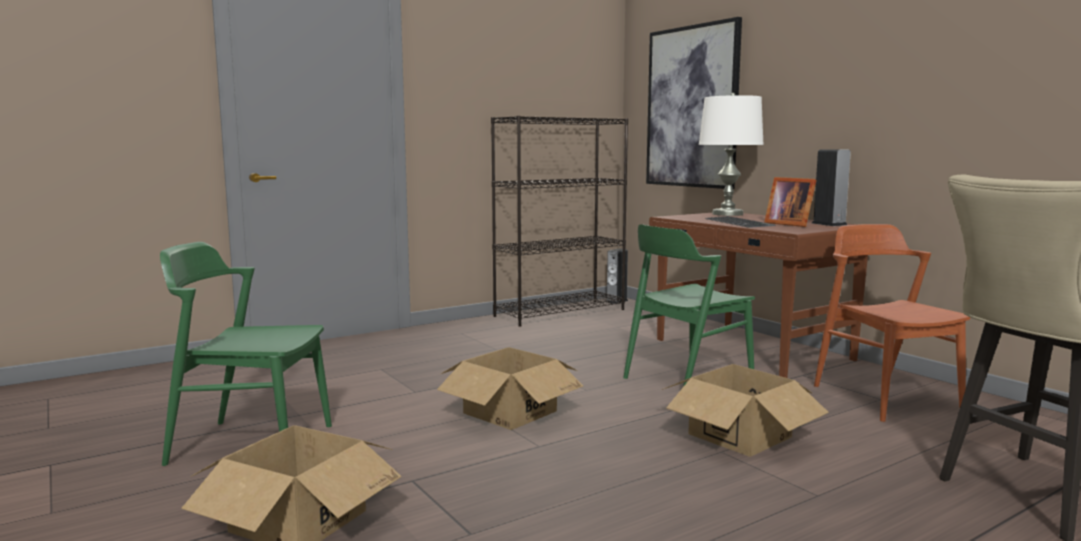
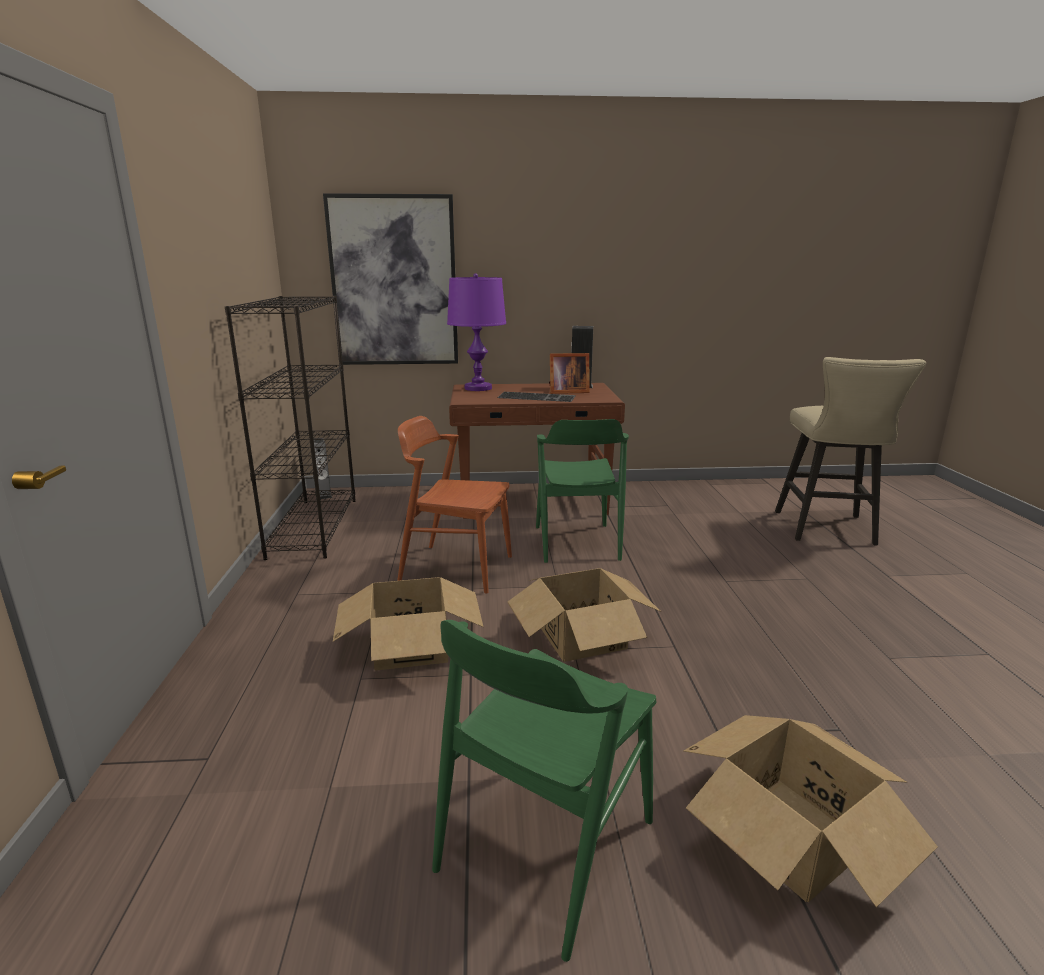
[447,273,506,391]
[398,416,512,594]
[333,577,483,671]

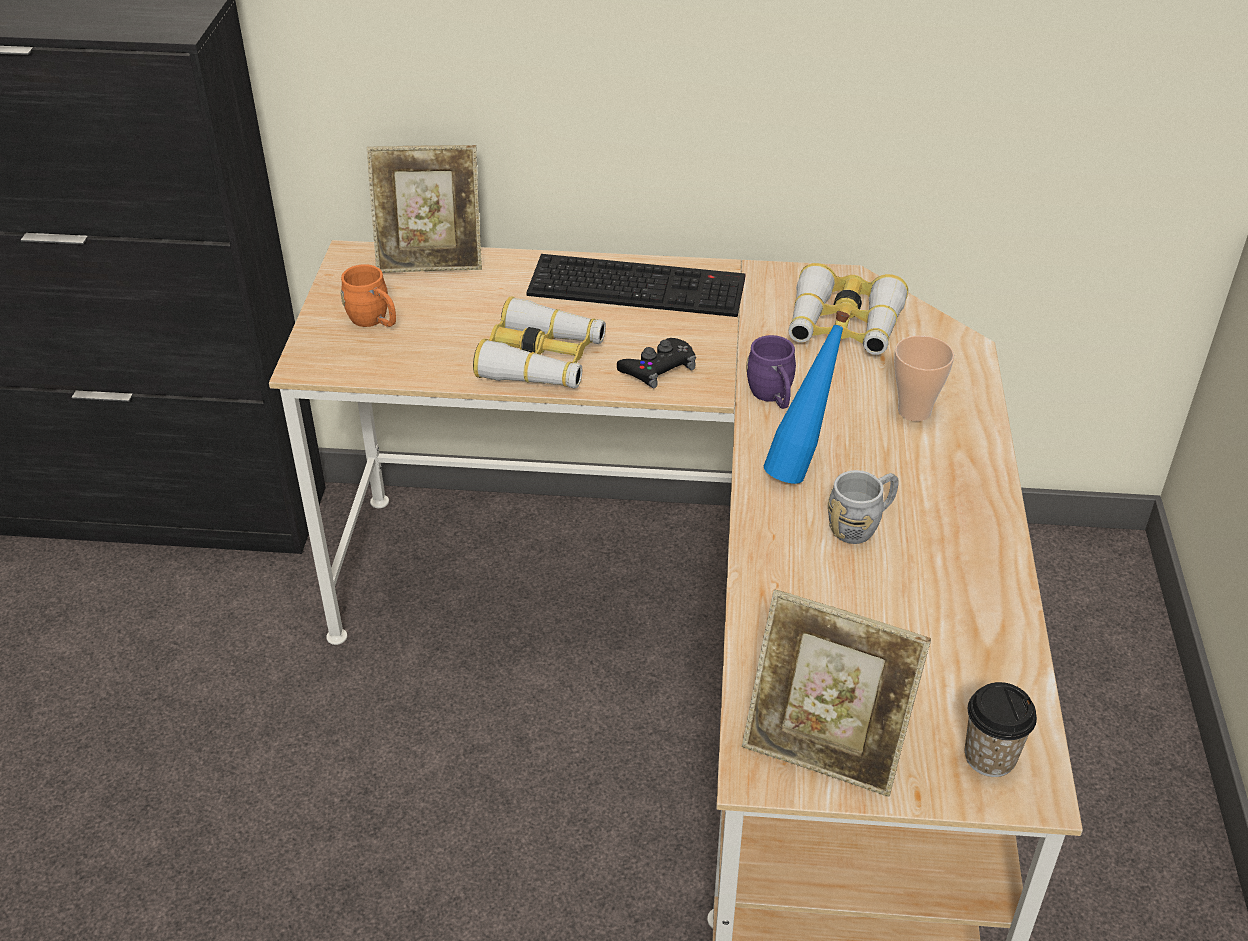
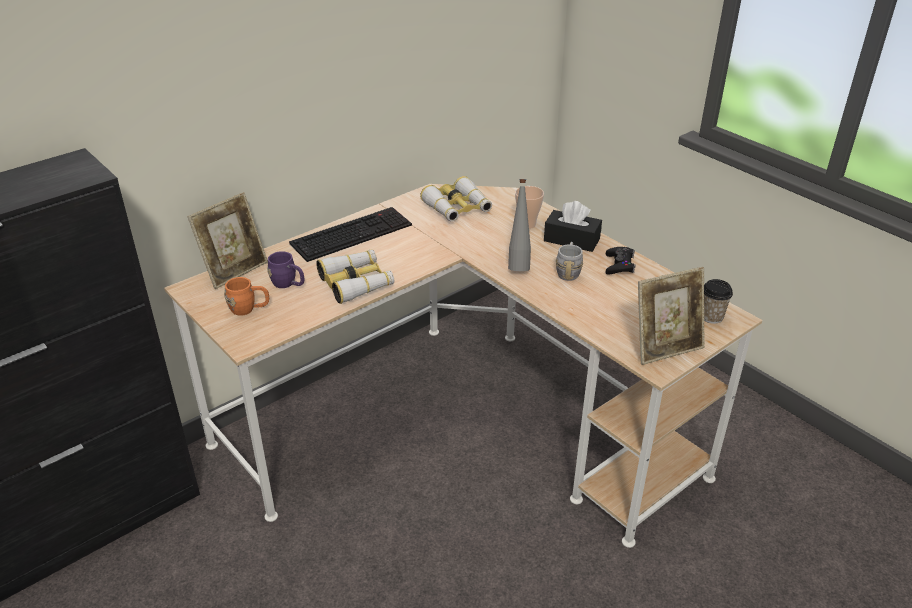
[508,179,531,271]
[267,251,304,288]
[606,247,636,275]
[544,201,602,252]

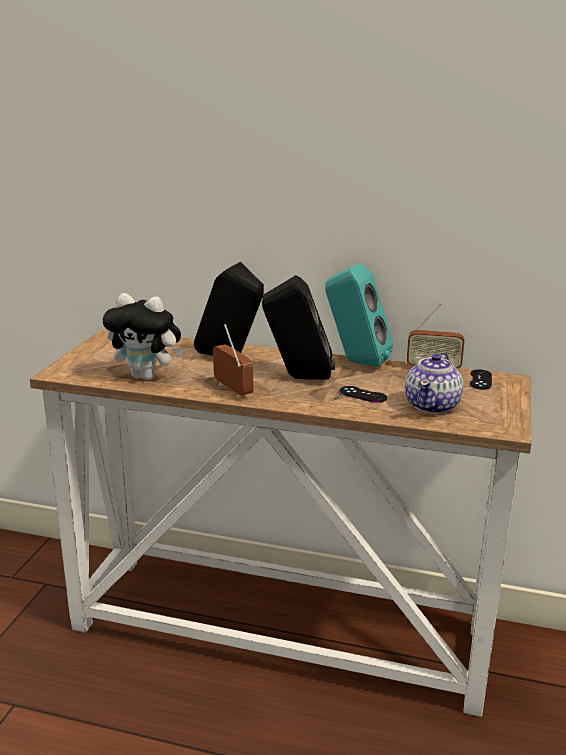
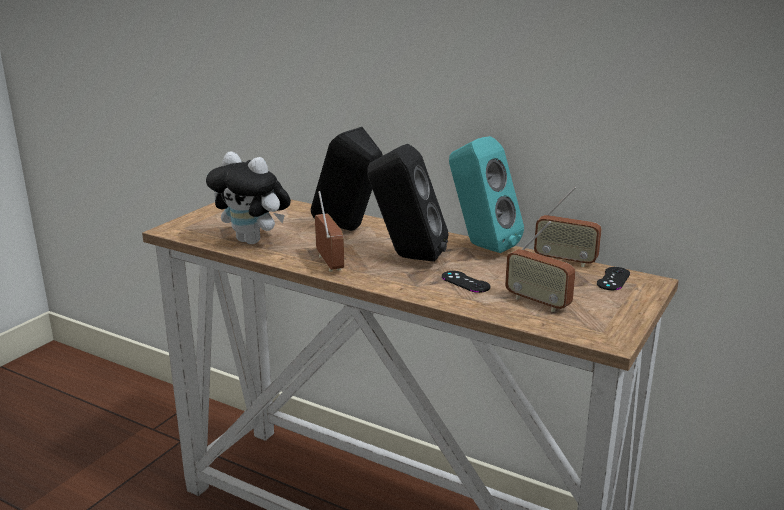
[505,221,576,312]

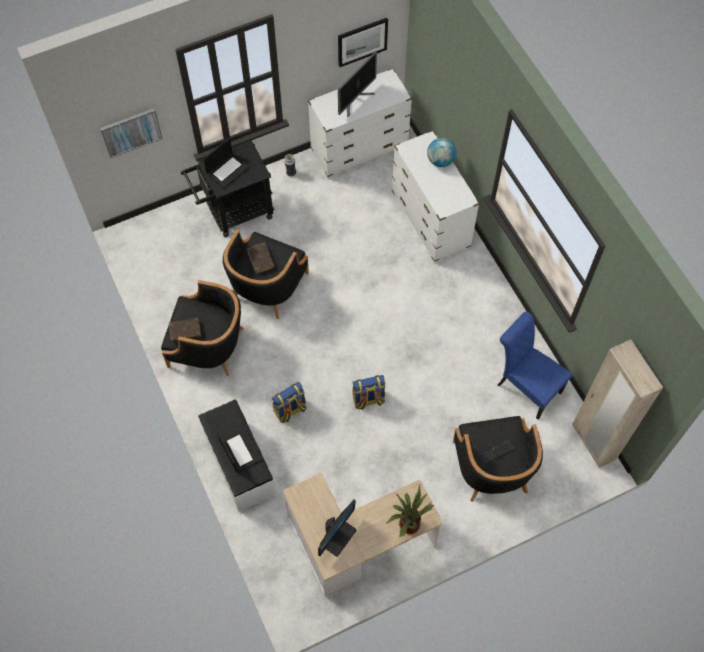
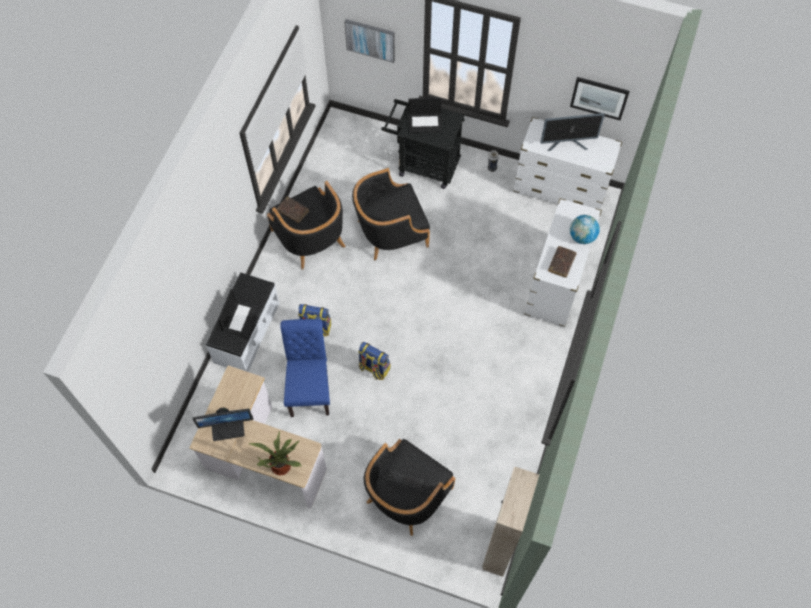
[548,246,577,278]
[280,319,330,417]

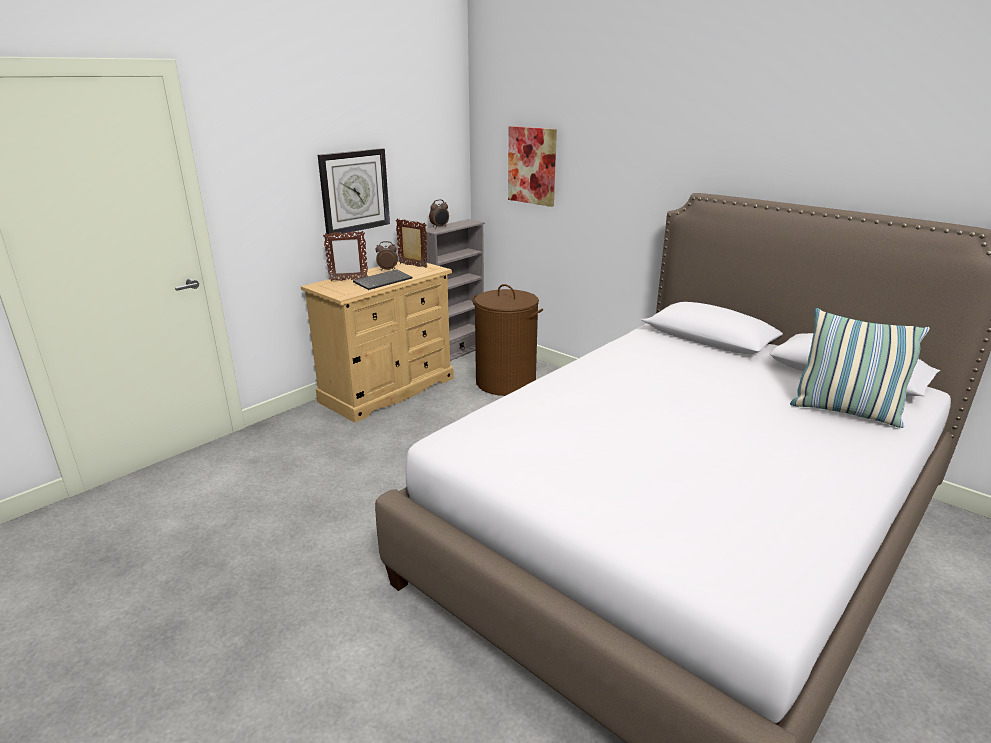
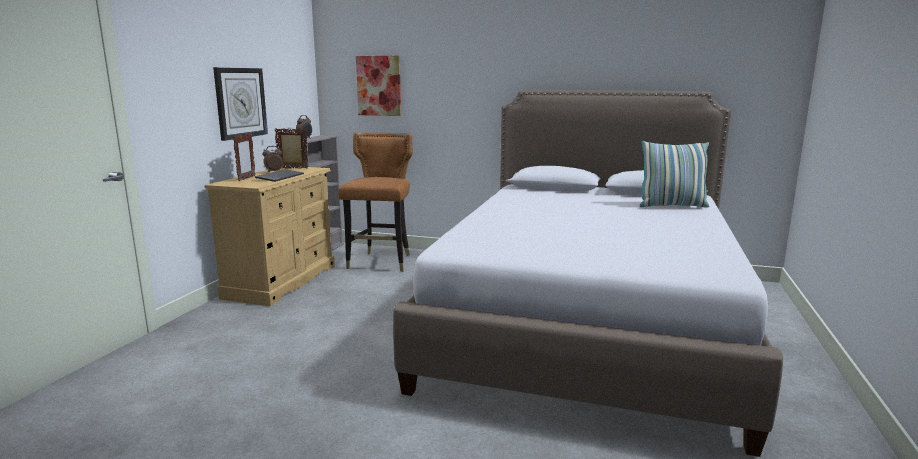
[233,133,256,181]
[338,132,413,272]

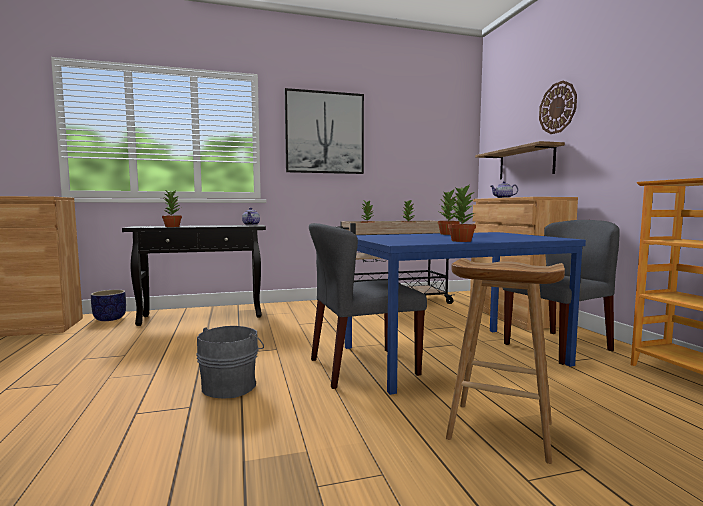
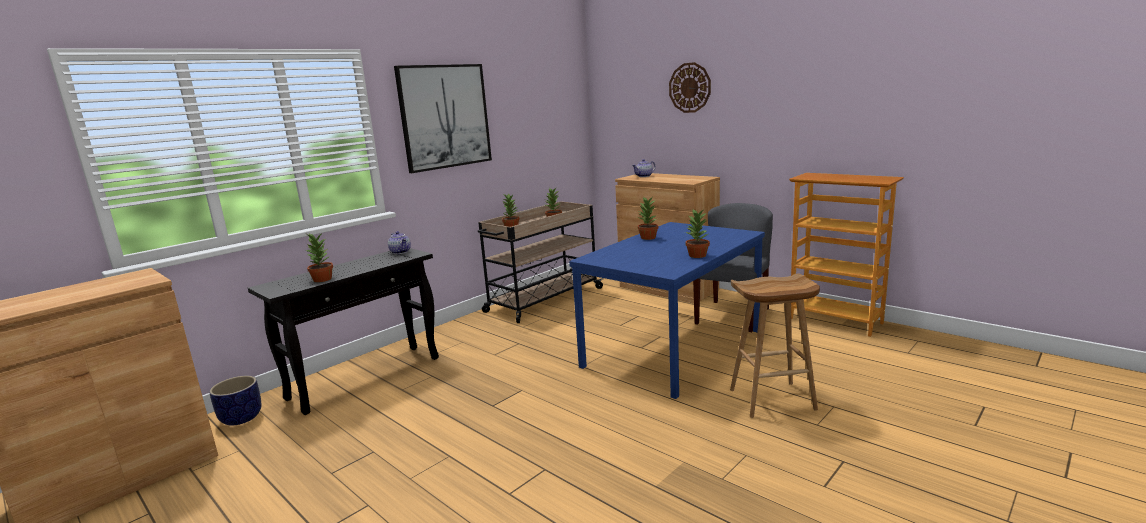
[475,141,565,179] (first image)
[309,223,427,389] (first image)
[196,326,264,399] (first image)

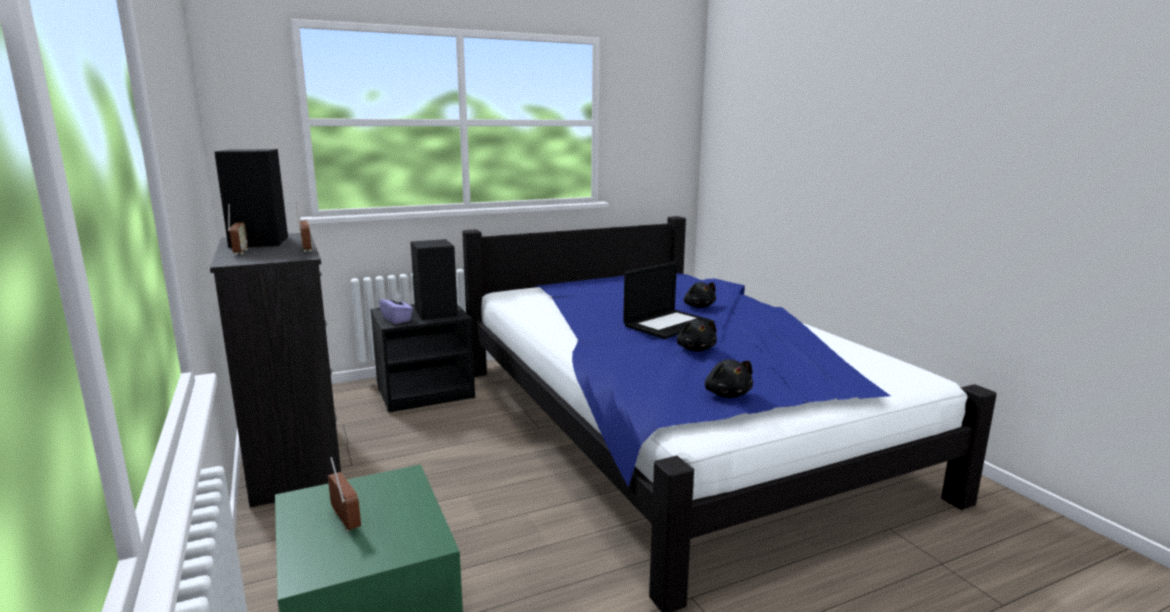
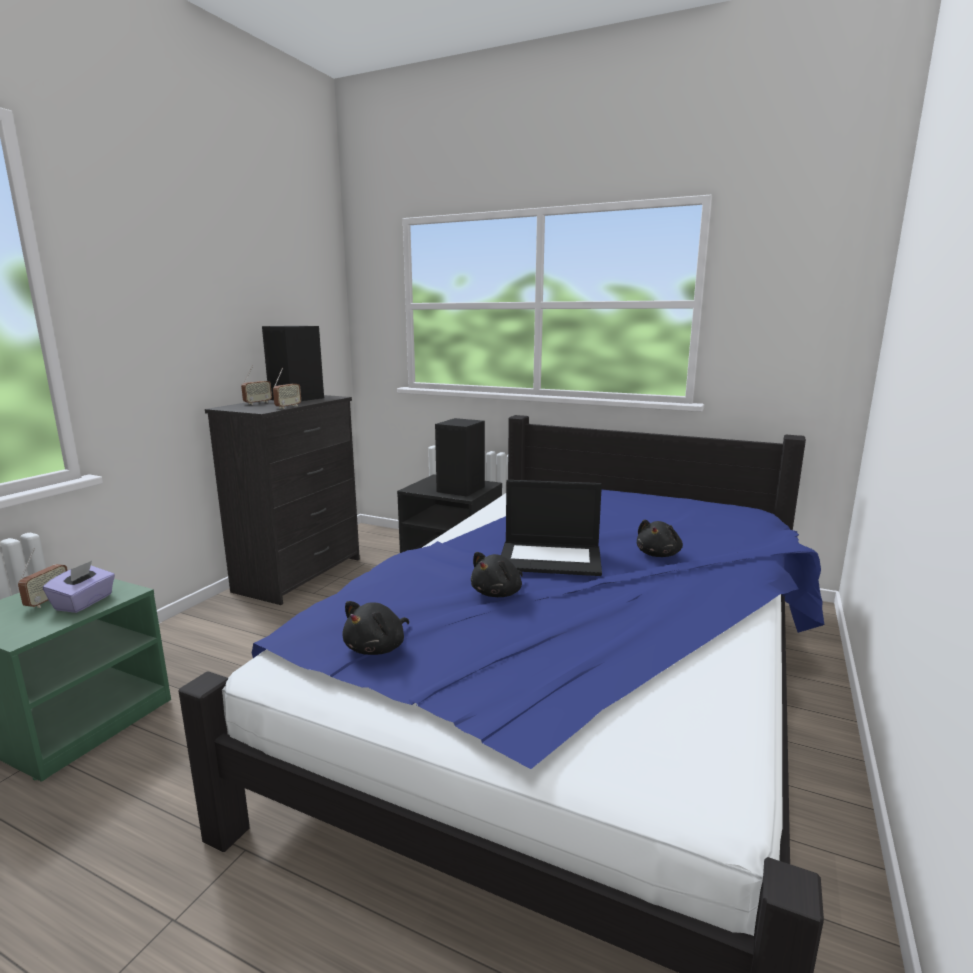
[43,561,115,613]

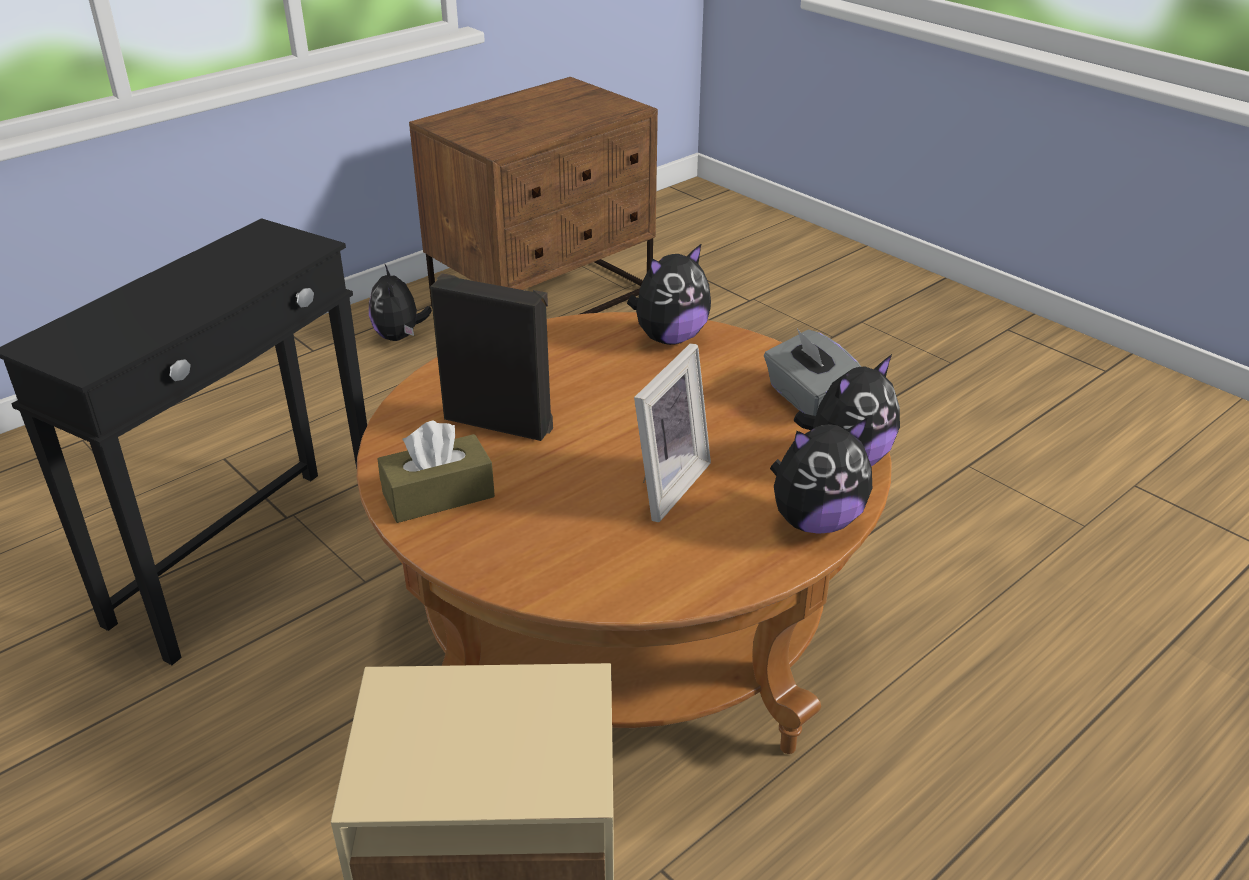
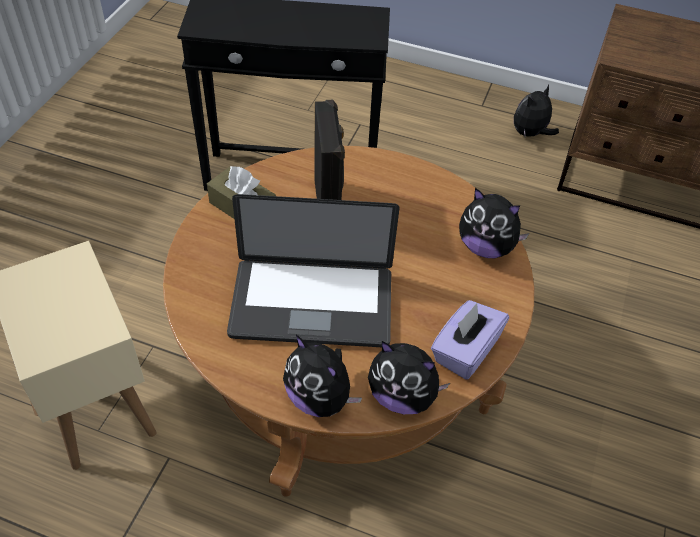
[431,300,509,380]
[227,194,399,347]

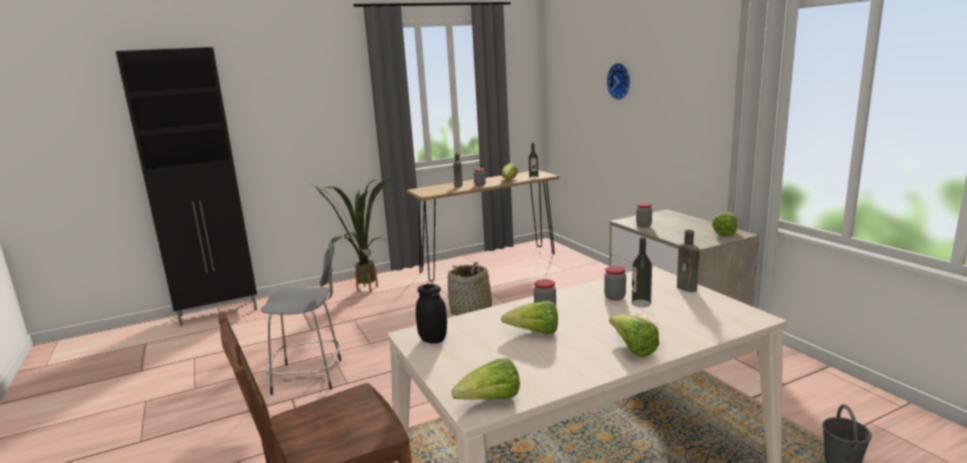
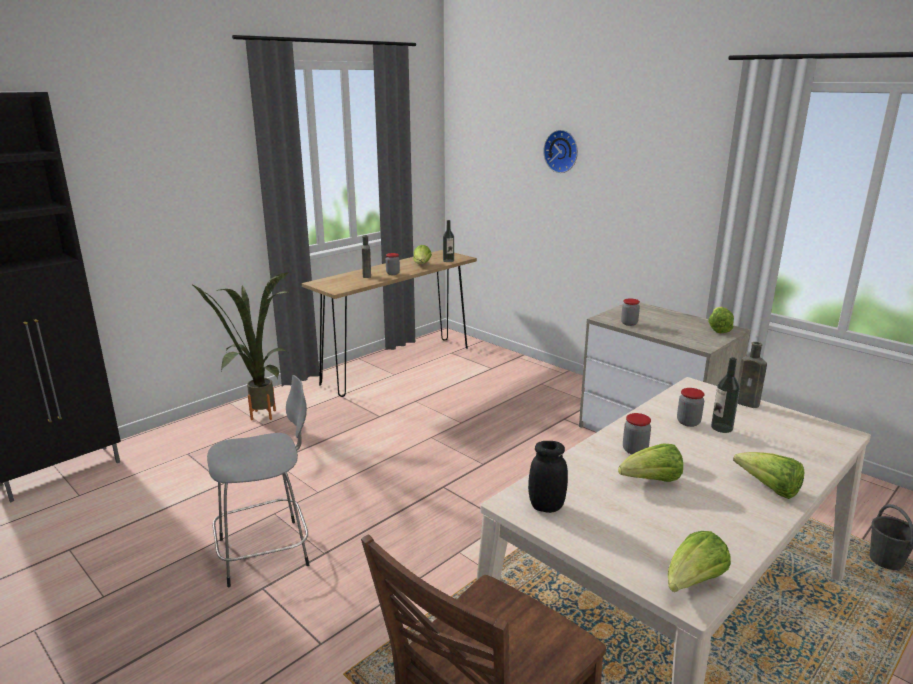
[448,262,495,316] (first image)

